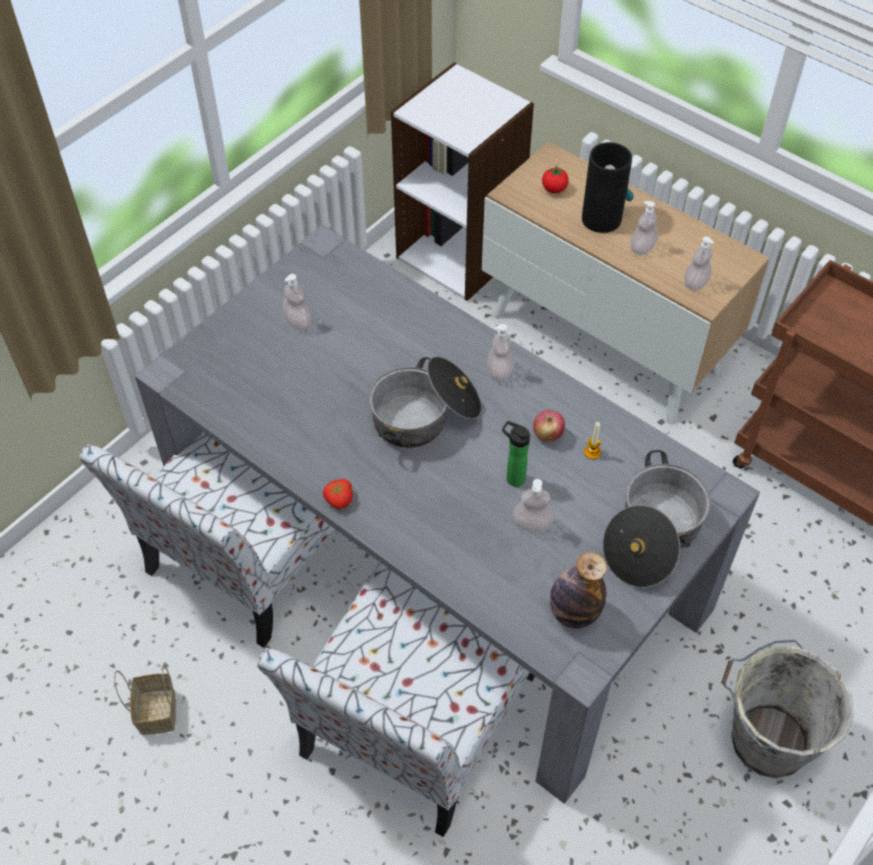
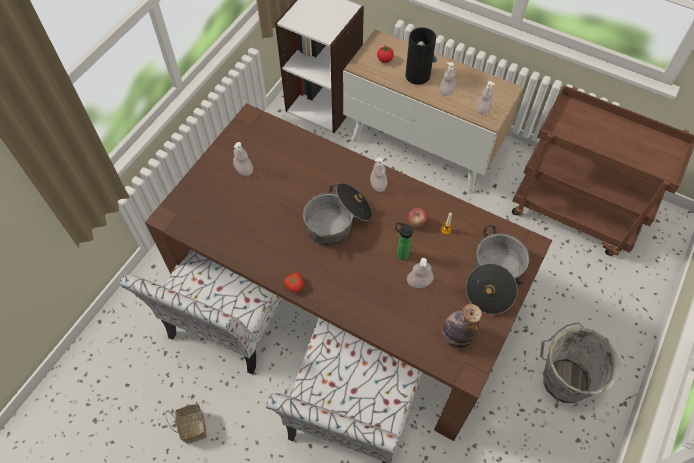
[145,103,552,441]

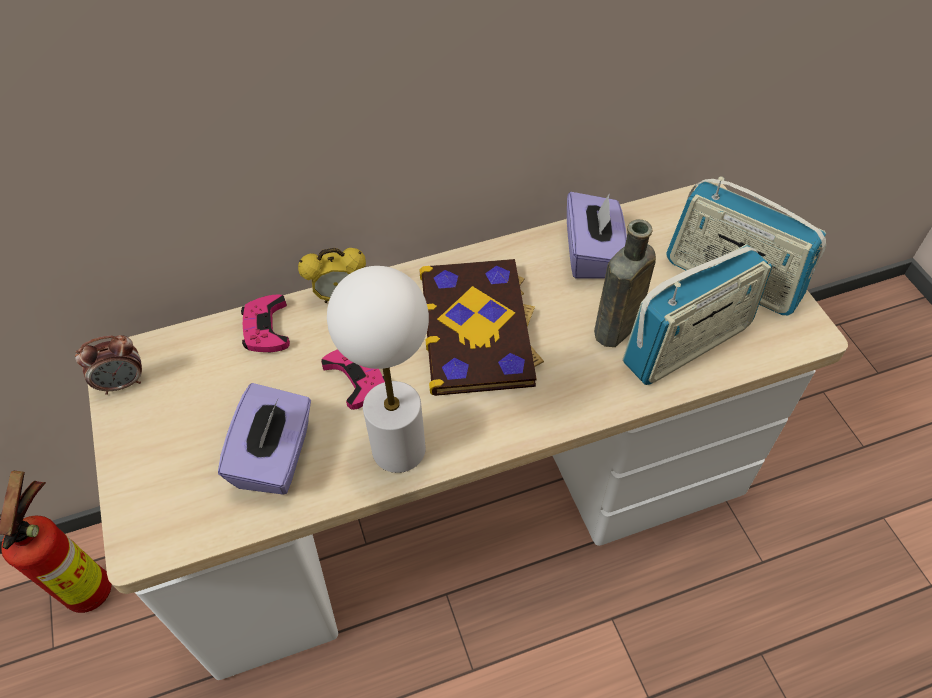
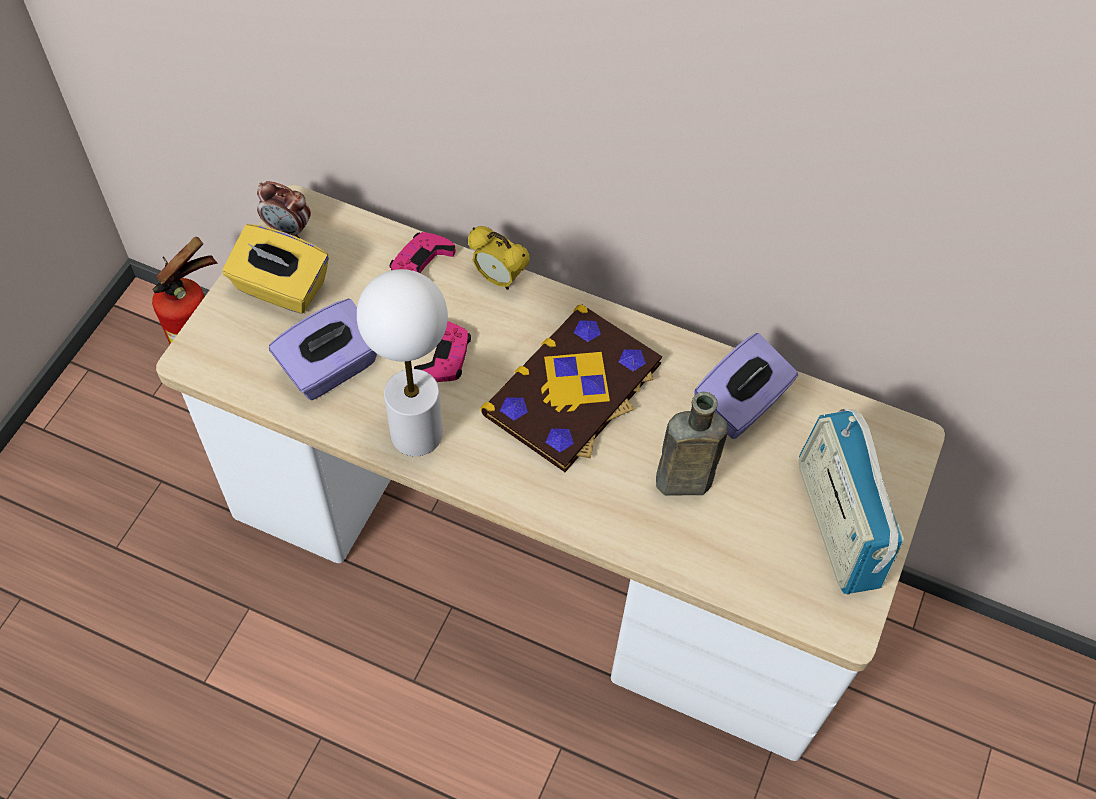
[622,244,772,385] (first image)
[222,224,329,314]

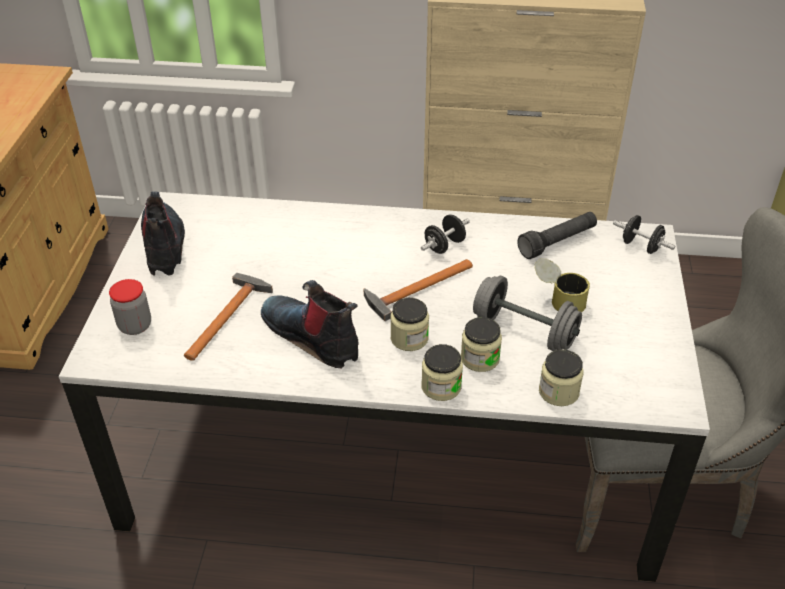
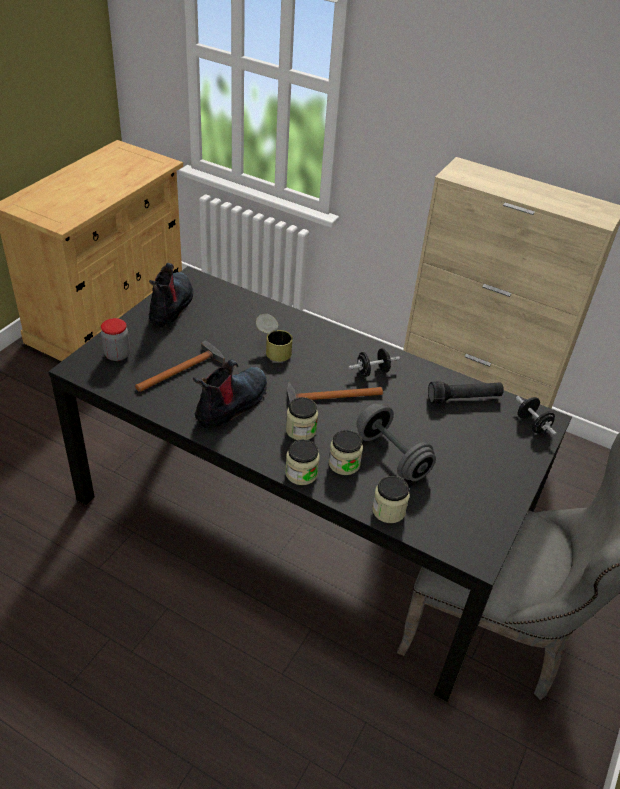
[48,266,572,703]
[256,313,293,362]
[193,359,267,429]

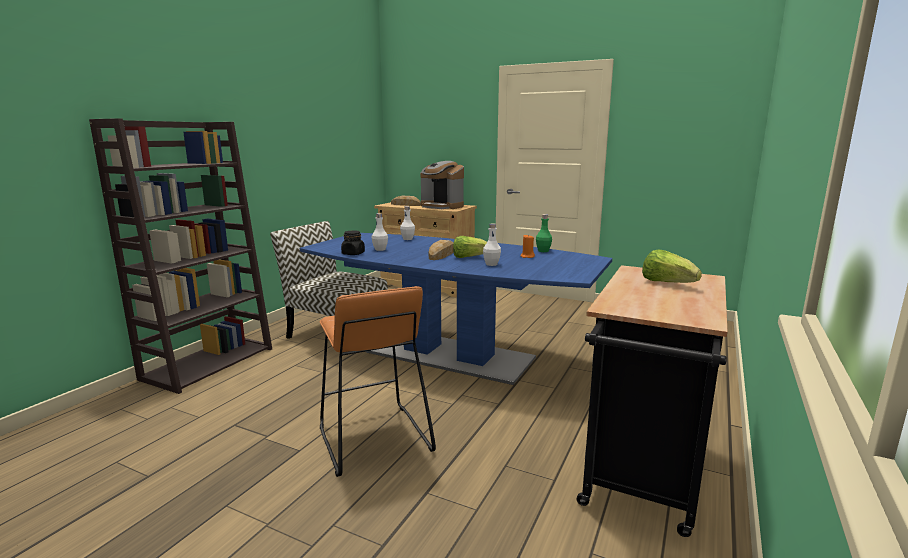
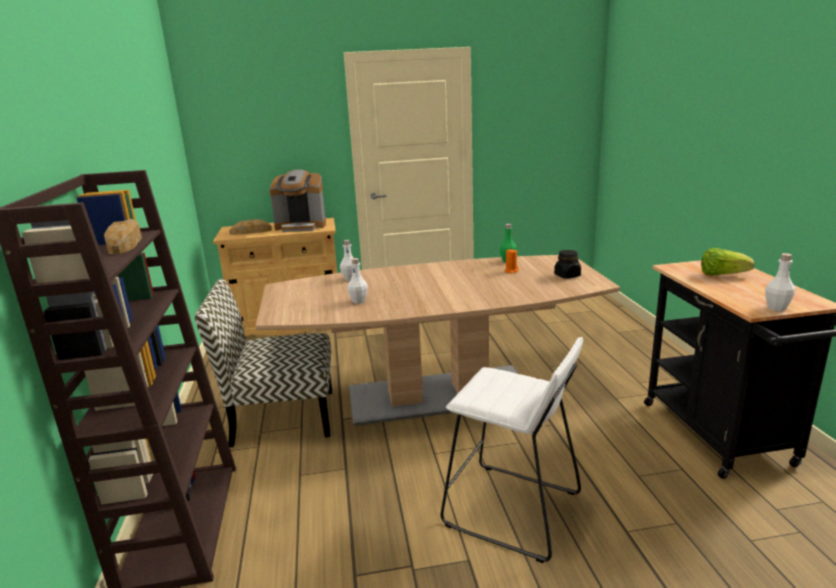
[765,253,795,311]
[554,250,581,279]
[256,255,620,426]
[453,236,487,258] (first image)
[104,219,142,255]
[440,337,583,563]

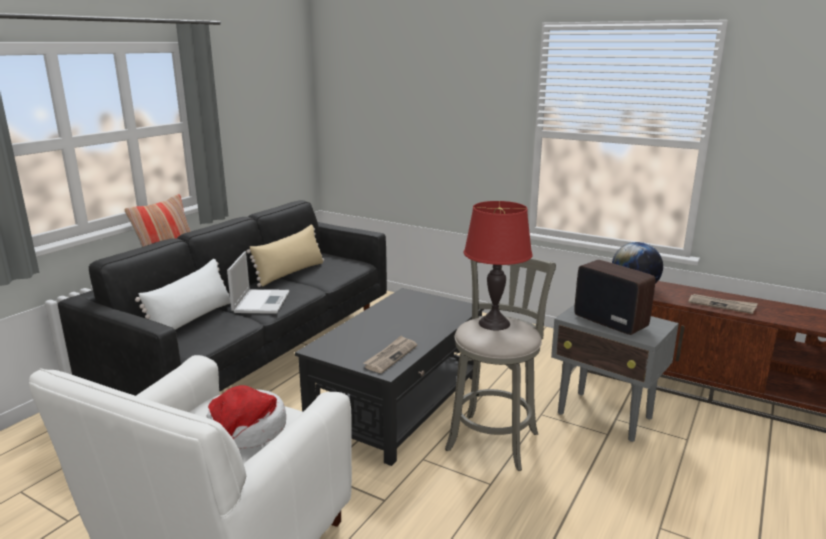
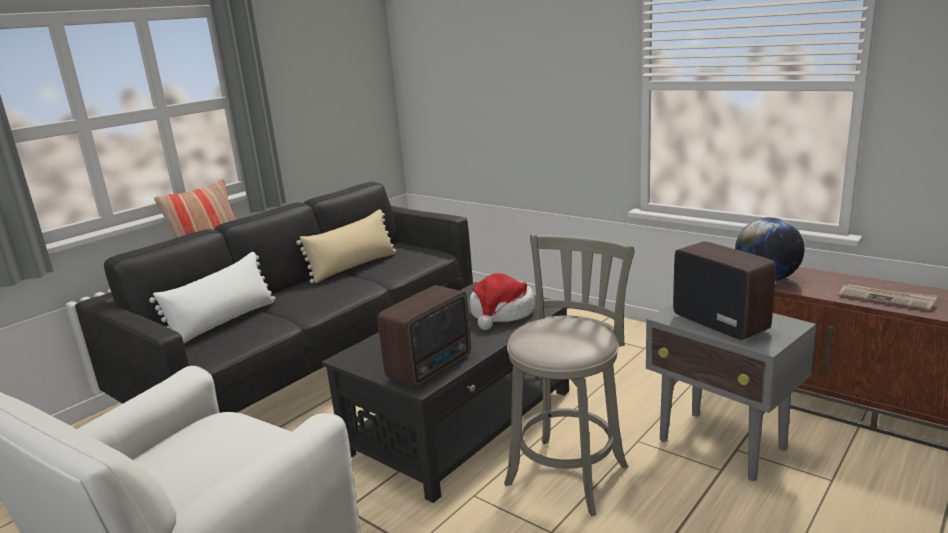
[464,201,533,330] (first image)
[227,251,290,314] (first image)
[378,285,471,387]
[470,273,535,330]

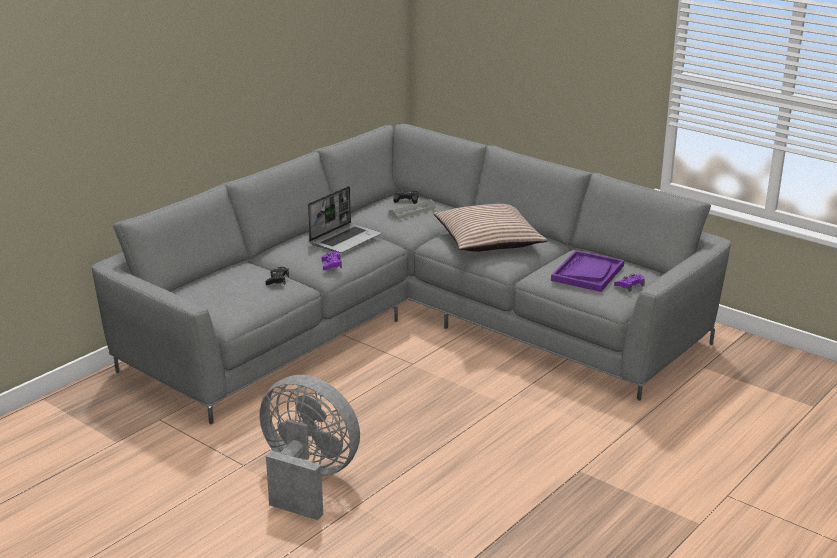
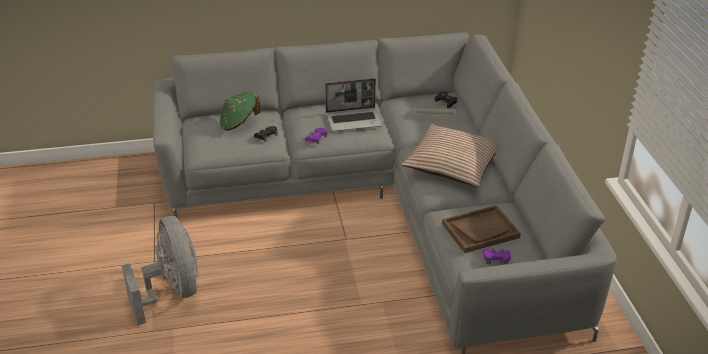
[442,205,521,253]
[220,92,260,131]

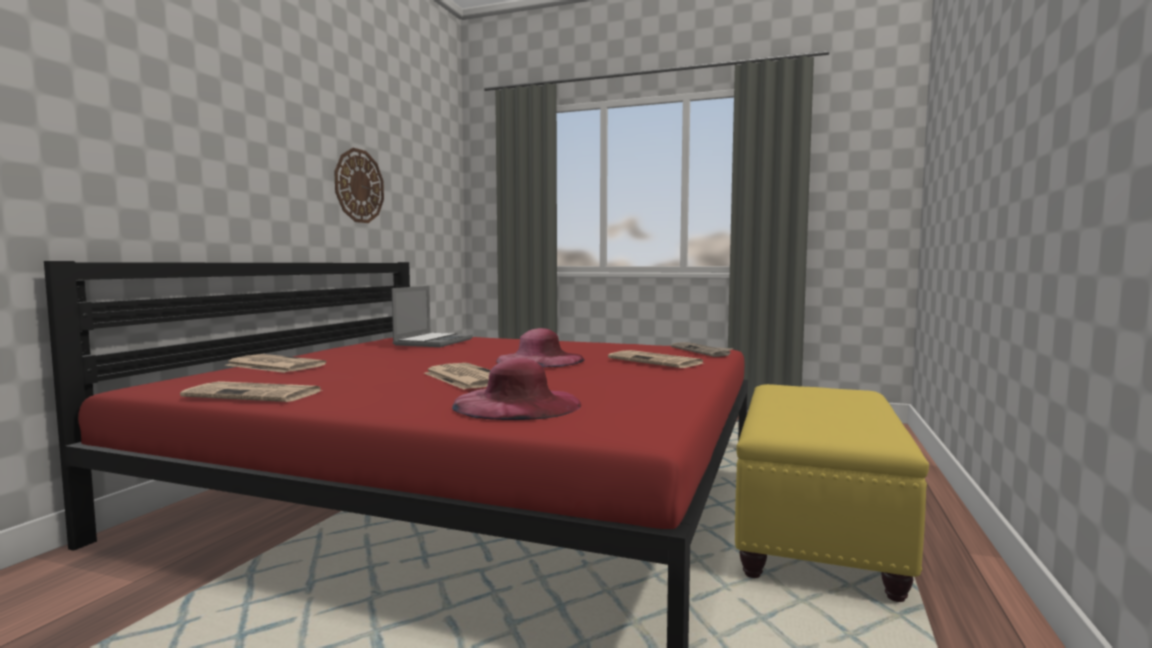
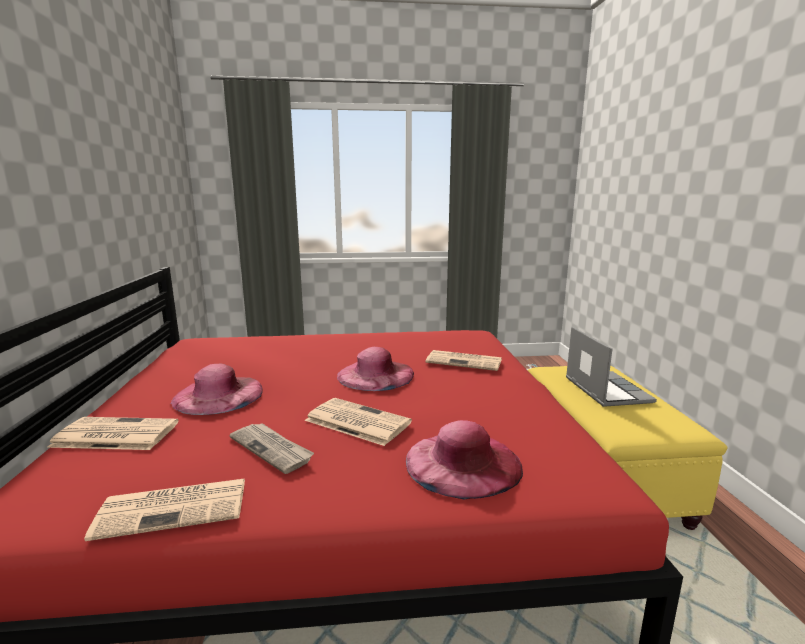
[334,148,384,223] (first image)
[566,326,657,407]
[229,423,314,474]
[171,364,263,415]

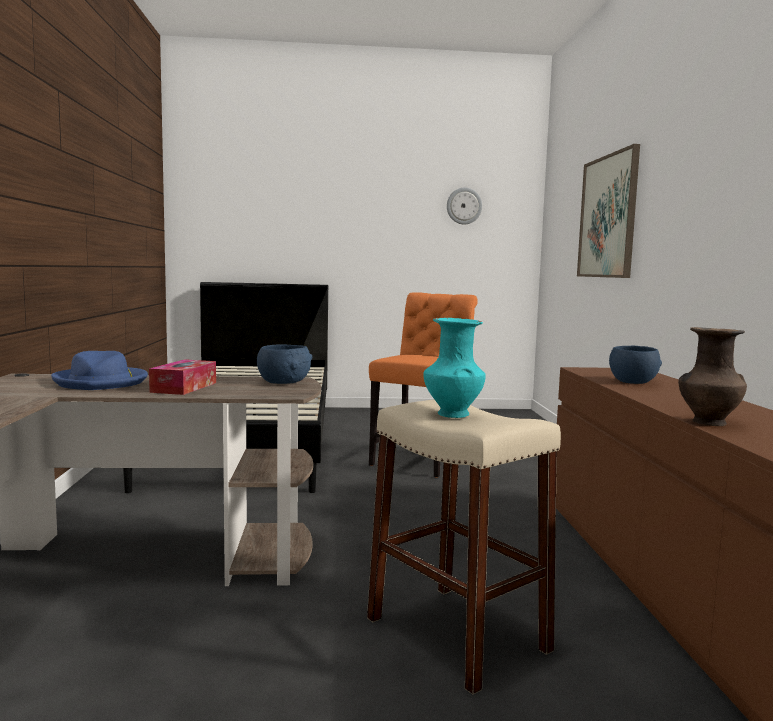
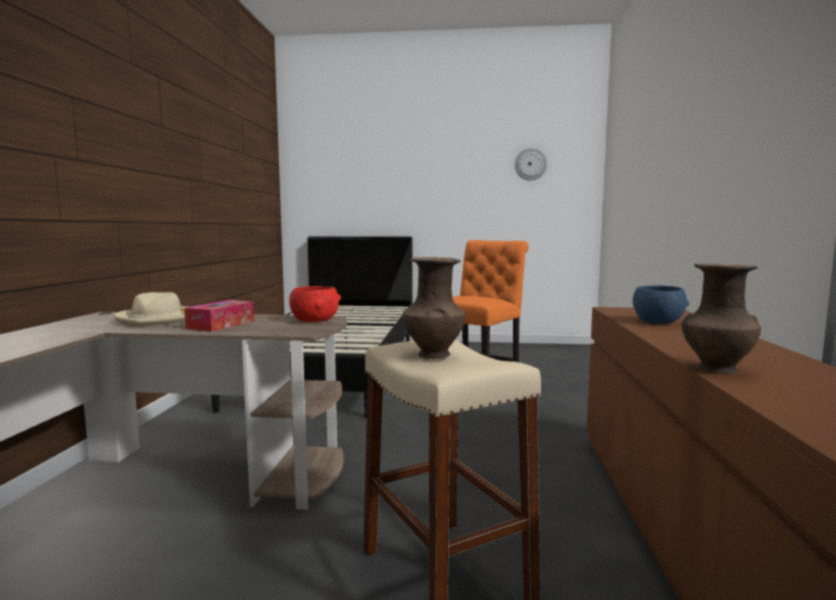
[577,144,640,278] (first image)
[402,257,466,359]
[289,286,341,322]
[114,292,186,327]

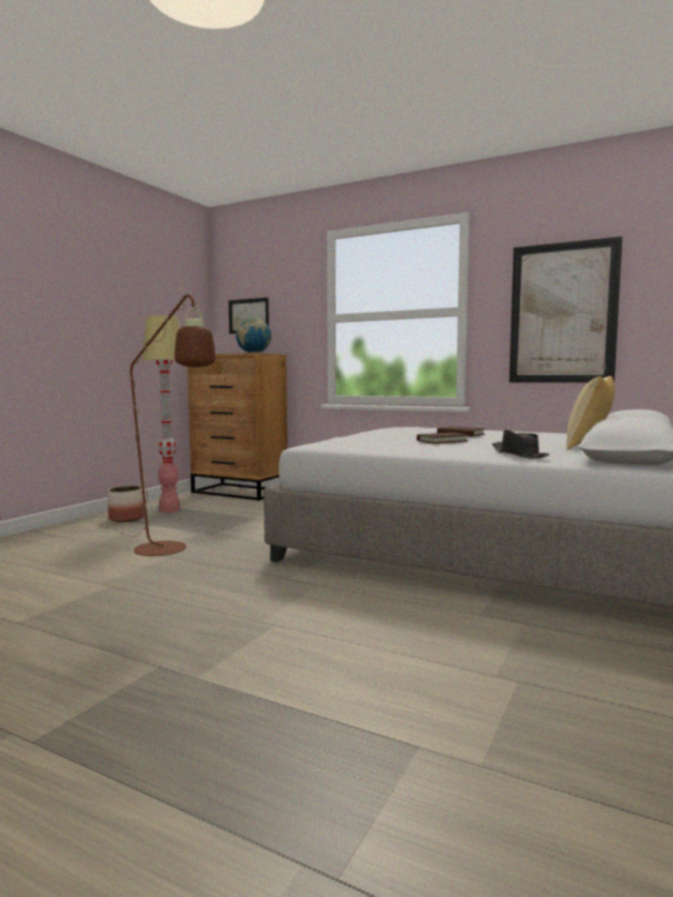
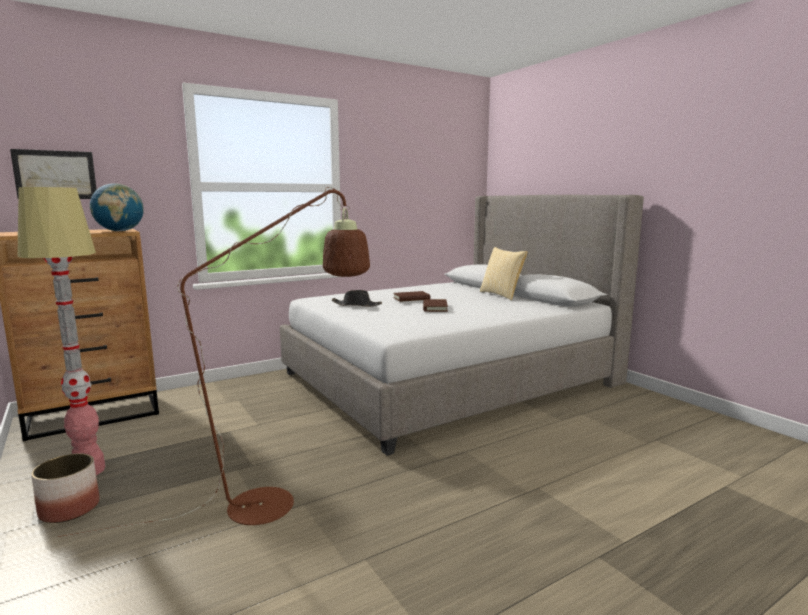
[509,236,622,383] (first image)
[332,290,382,307]

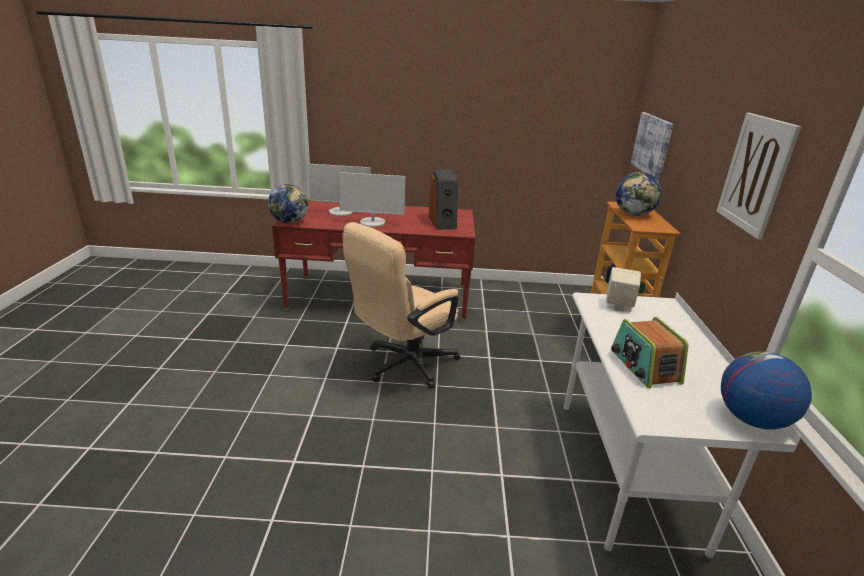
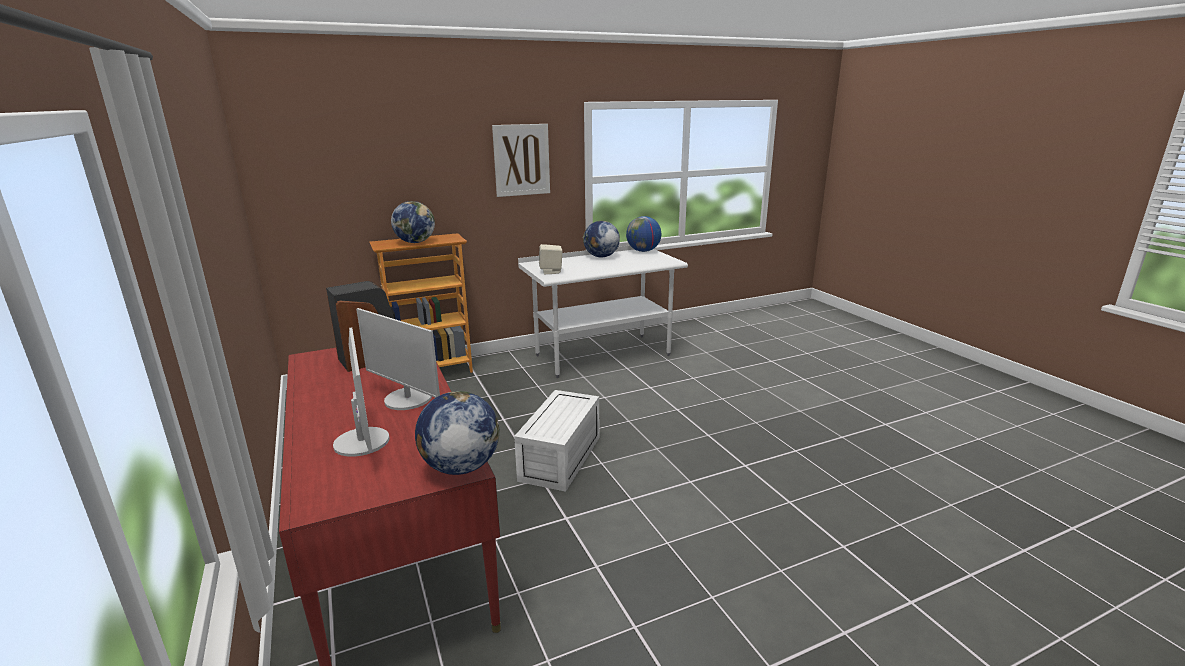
[631,112,674,181] (first image)
[356,308,440,410]
[514,390,599,492]
[611,317,689,388] (first image)
[583,221,620,258]

